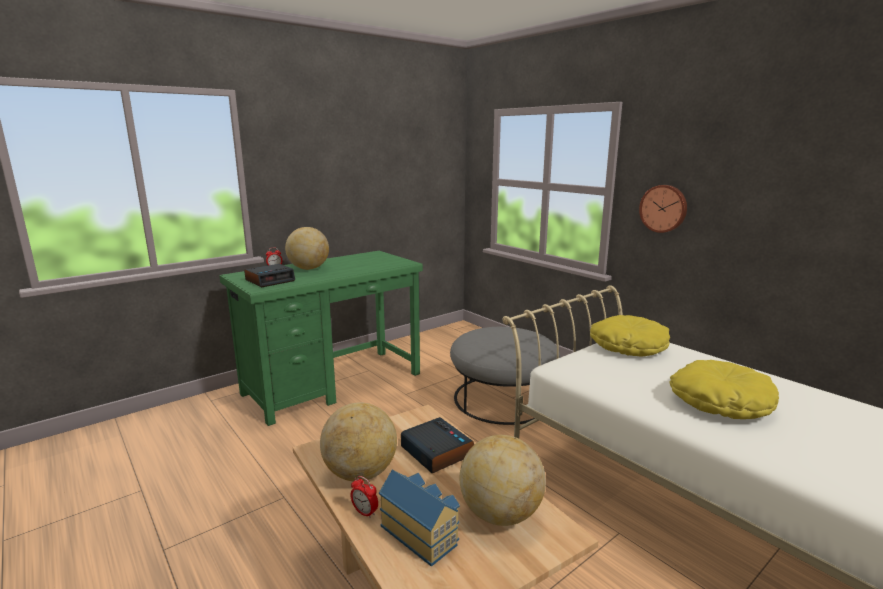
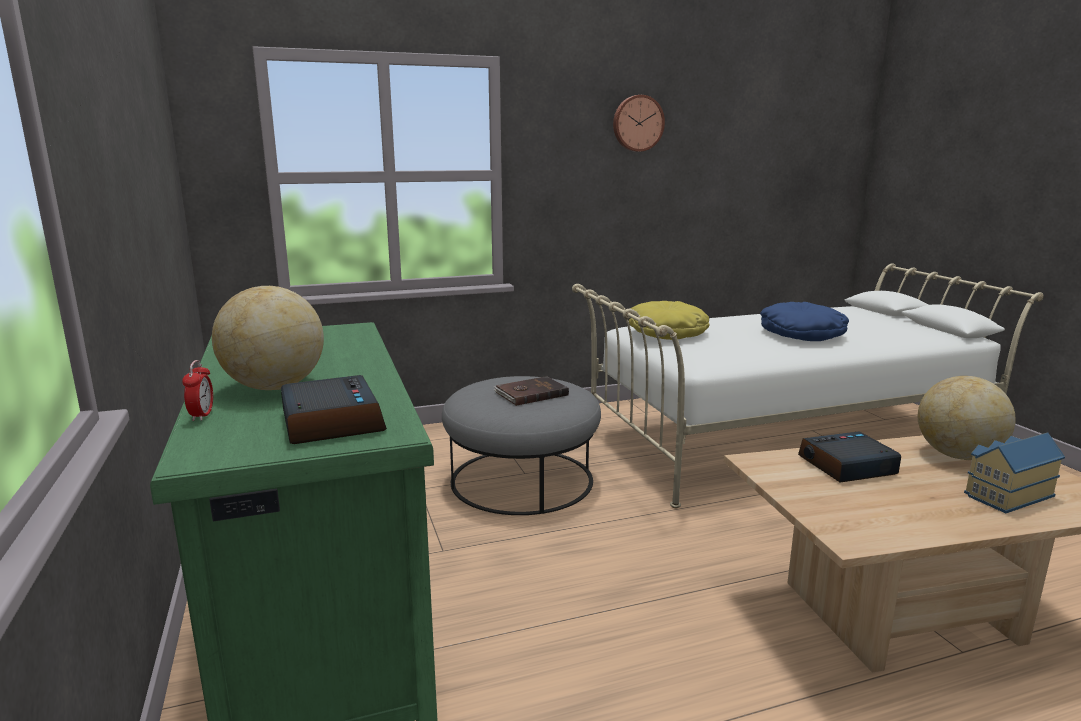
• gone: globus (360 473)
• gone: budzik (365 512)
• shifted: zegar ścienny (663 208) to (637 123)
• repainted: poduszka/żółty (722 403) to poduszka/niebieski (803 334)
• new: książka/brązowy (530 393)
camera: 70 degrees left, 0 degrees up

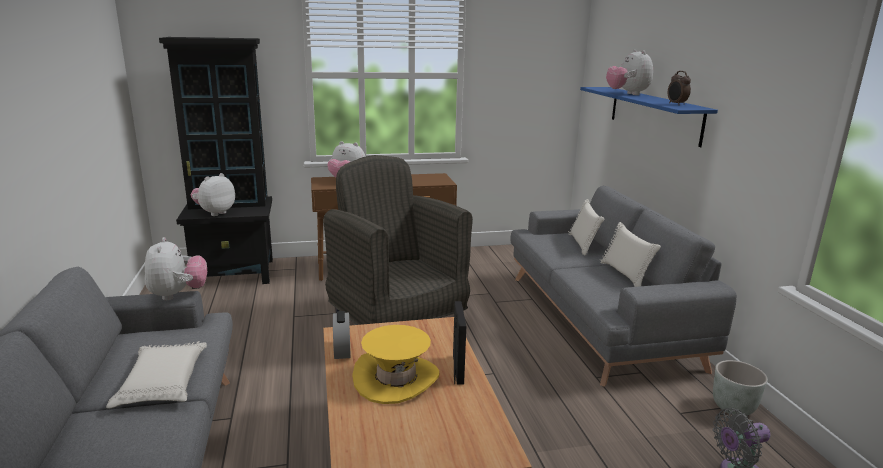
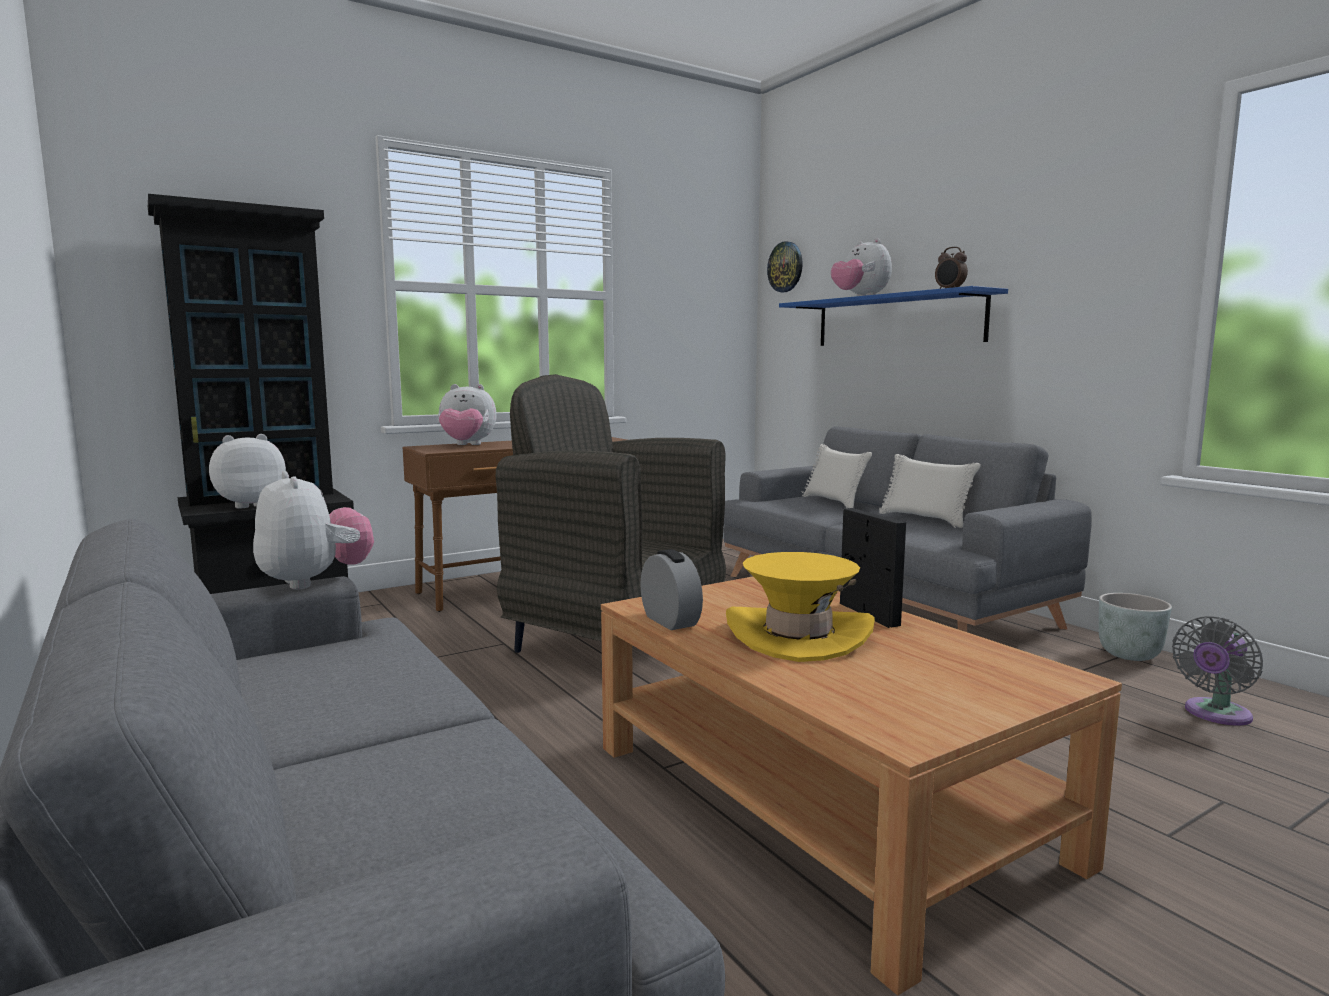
• gone: poduszka/biały (162 380)
• rotated: pluszak (215 213) = (250 505) 45 degrees clockwise
• new: zegar ścienny (785 267)
camera: 20 degrees left, 10 degrees down

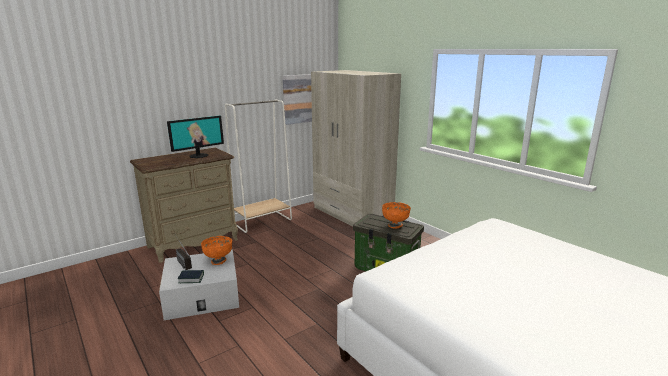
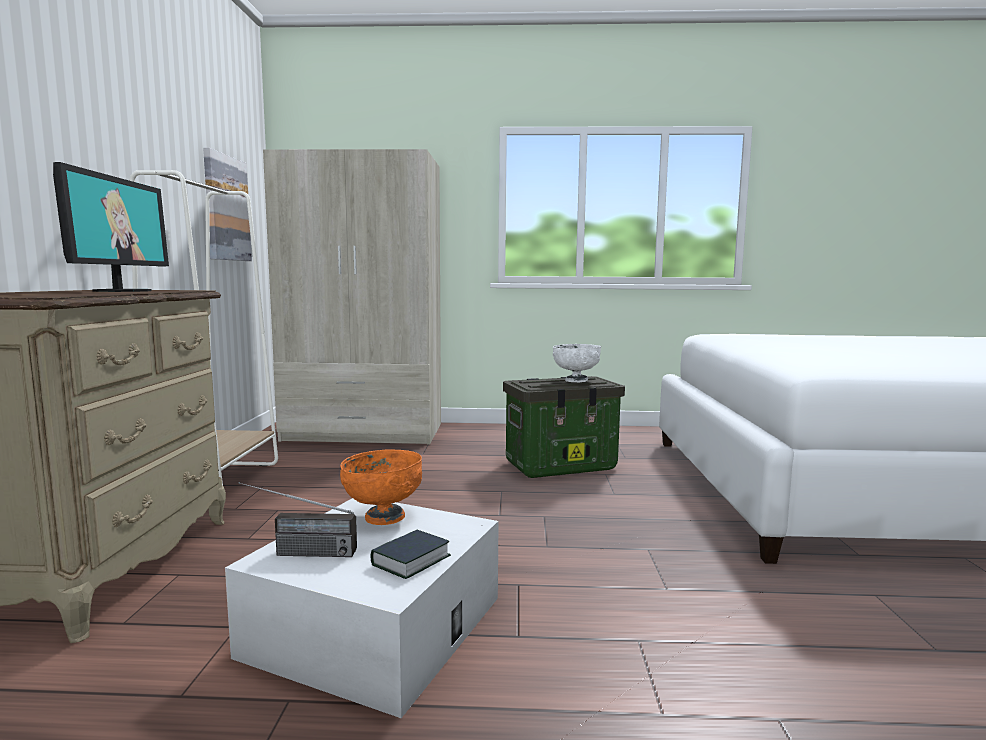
• repainted: miska/pomarańczowy (395 225) to miska/biały (576 380)
camera: 50 degrees left, 10 degrees down

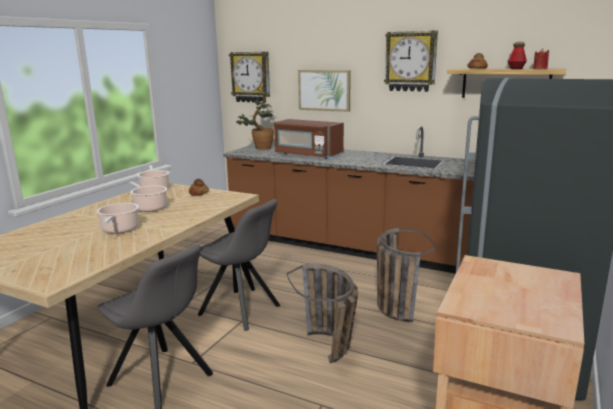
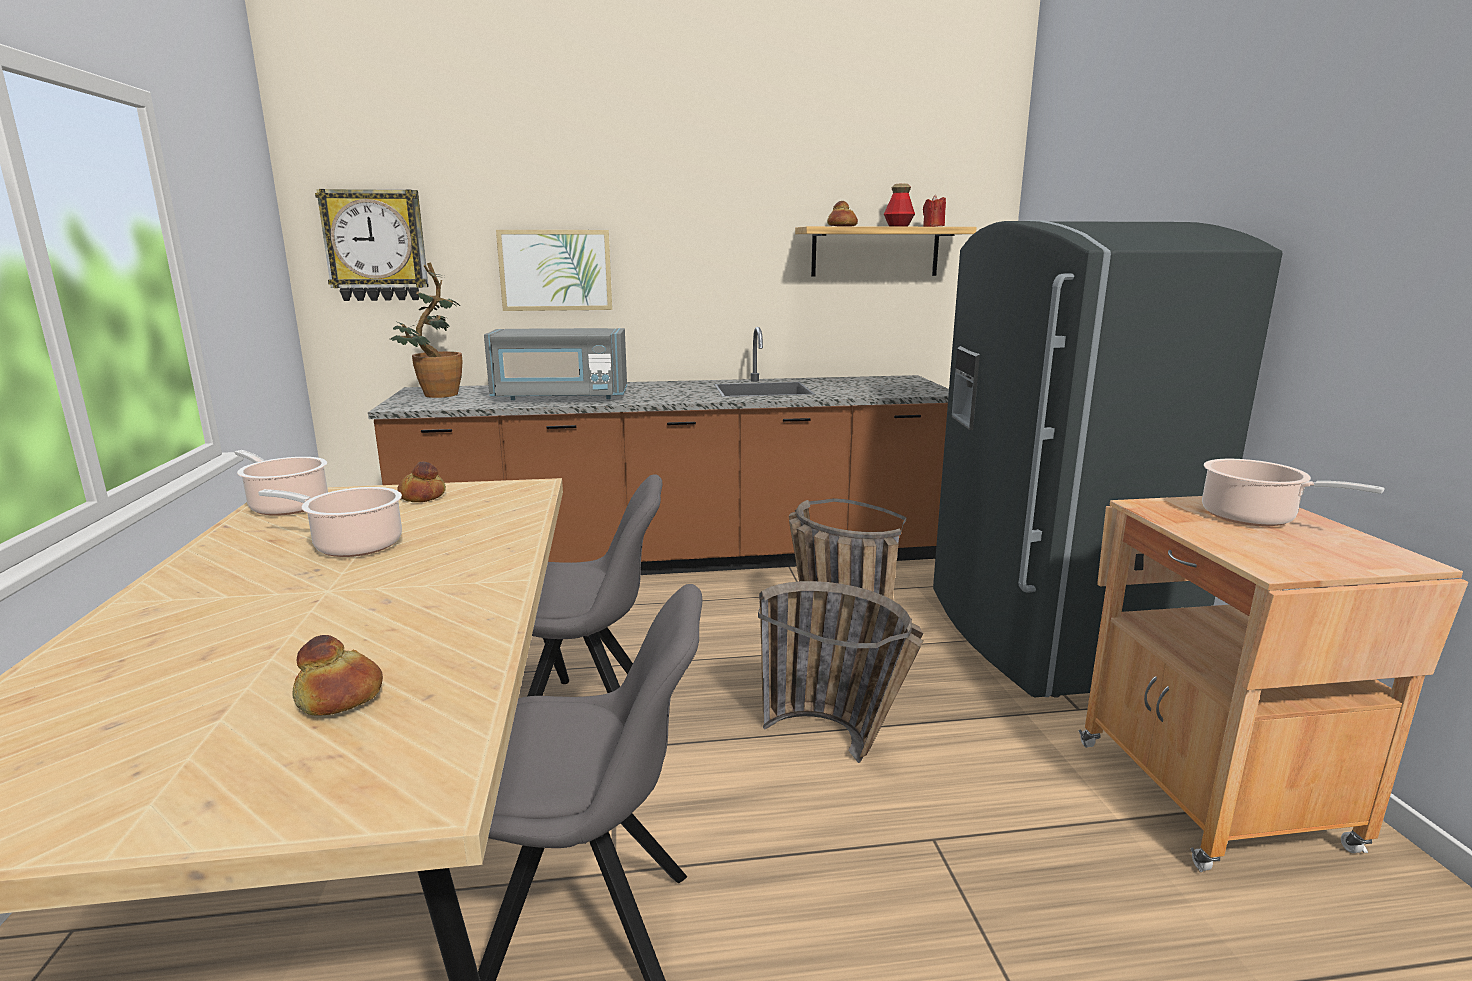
• shifted: garnek (119 230) to (1254 518)
• repainted: mikrofalówka/brązowy (307 155) to mikrofalówka/szary (560 397)
• gone: zegar ścienny (410 61)
• new: chleb (339 698)
camera: 35 degrees left, 0 degrees up

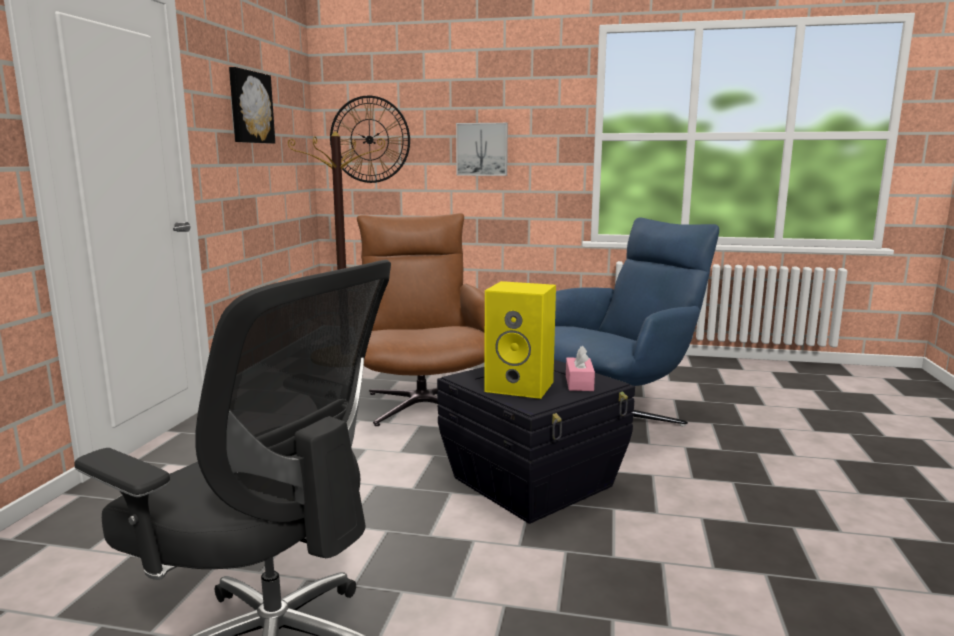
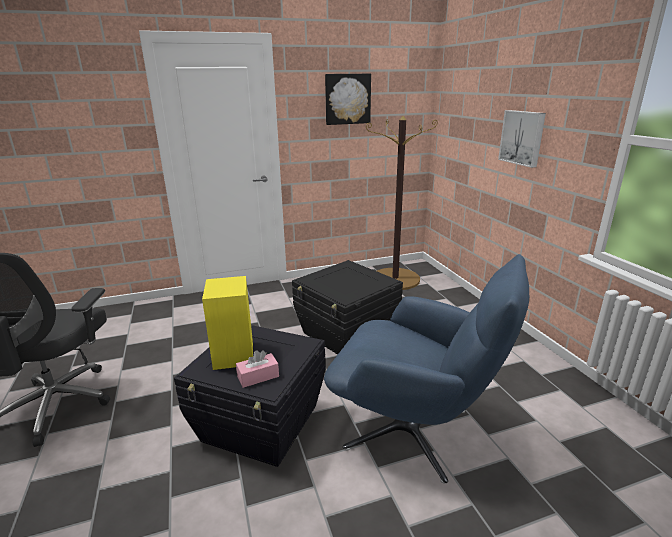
• gone: zegar ścienny (369 139)
• swapped: fotel/brązowy (422 404) to pojemnik do przechowywania/czarny (347 334)
camera: 60 degrees right, 10 degrees up

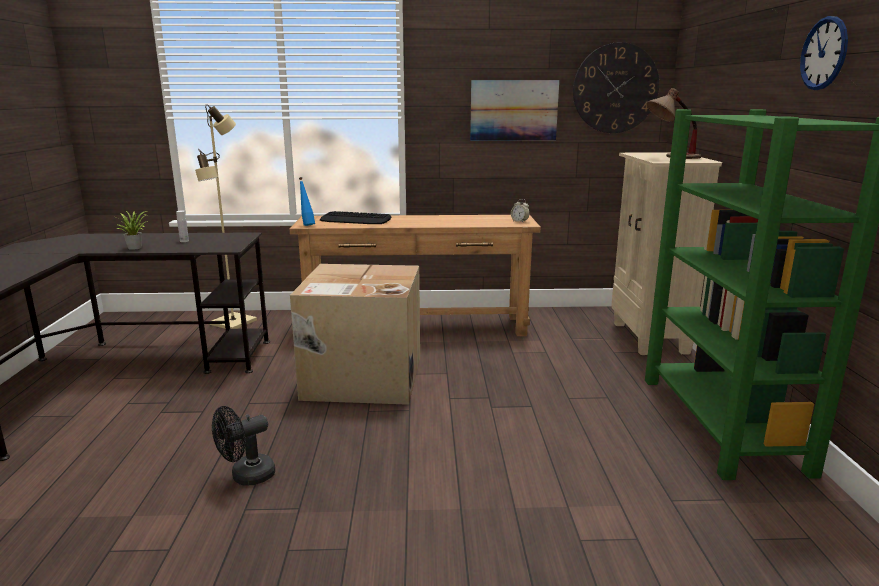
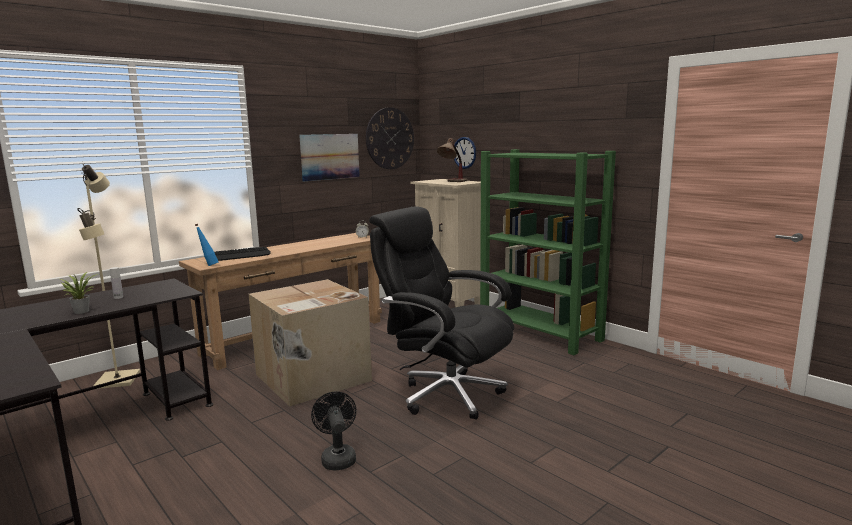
• rotated: wentylator/czarny (246 477) = (337 457) 150 degrees clockwise
• shifted: zegar ścienny (824 53) to (464 152)
• new: krzesło biurowe/czarny (445 394)
camera: 40 degrees left, 5 degrees down

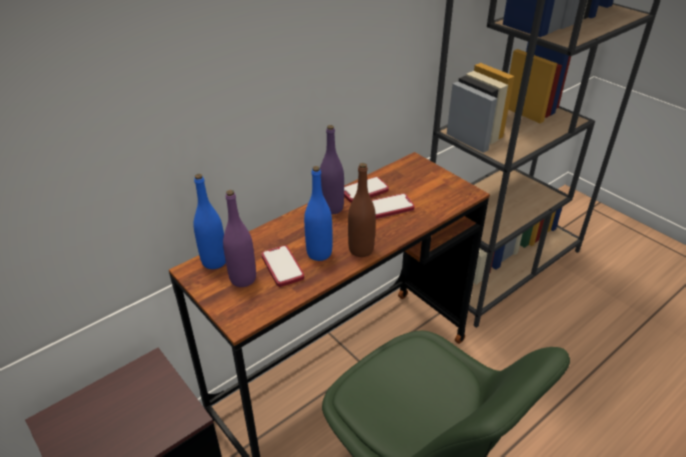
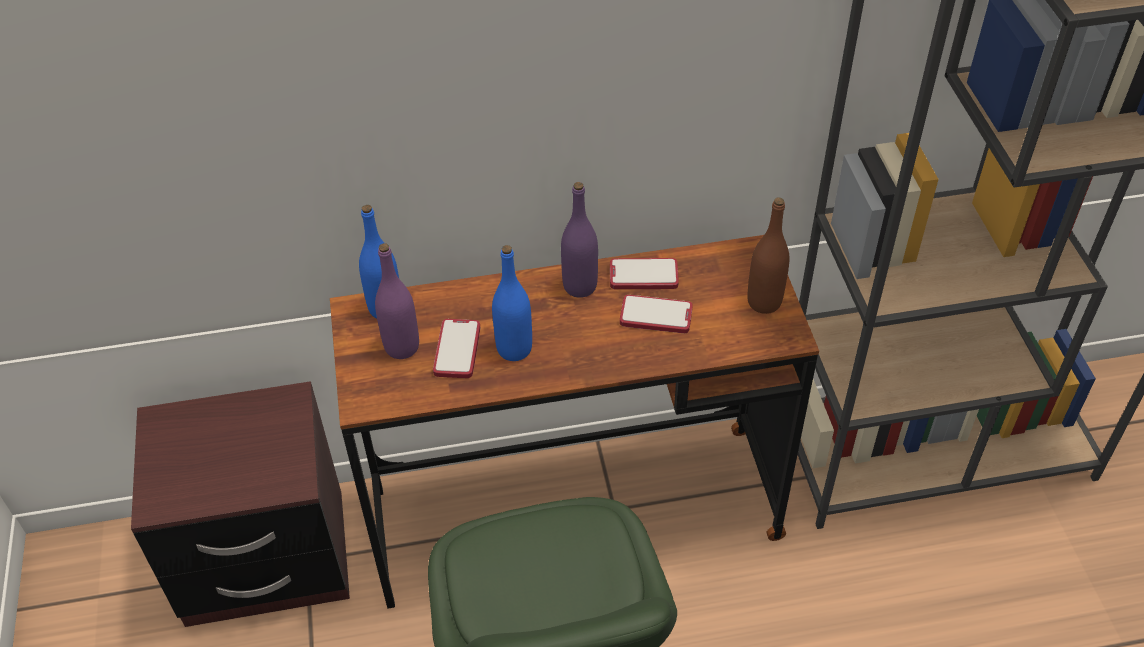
• shifted: butelka/brązowy (361 249) to (764 302)
camera: 30 degrees right, 10 degrees up

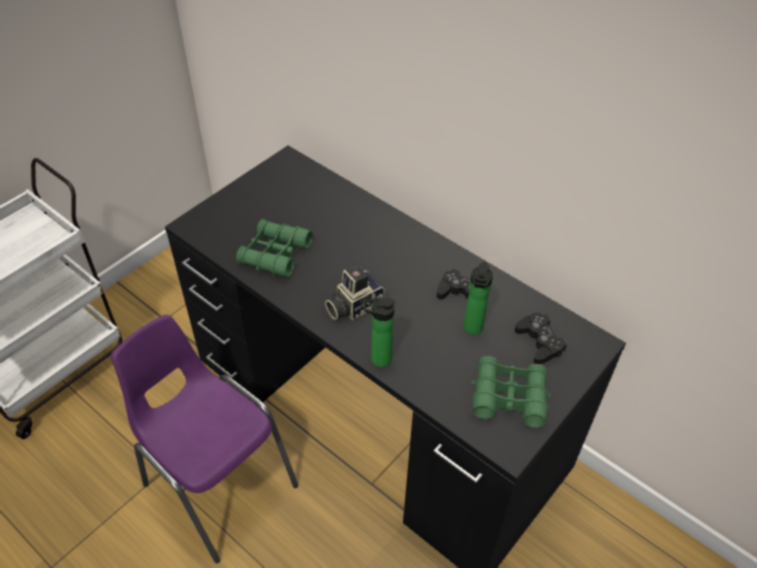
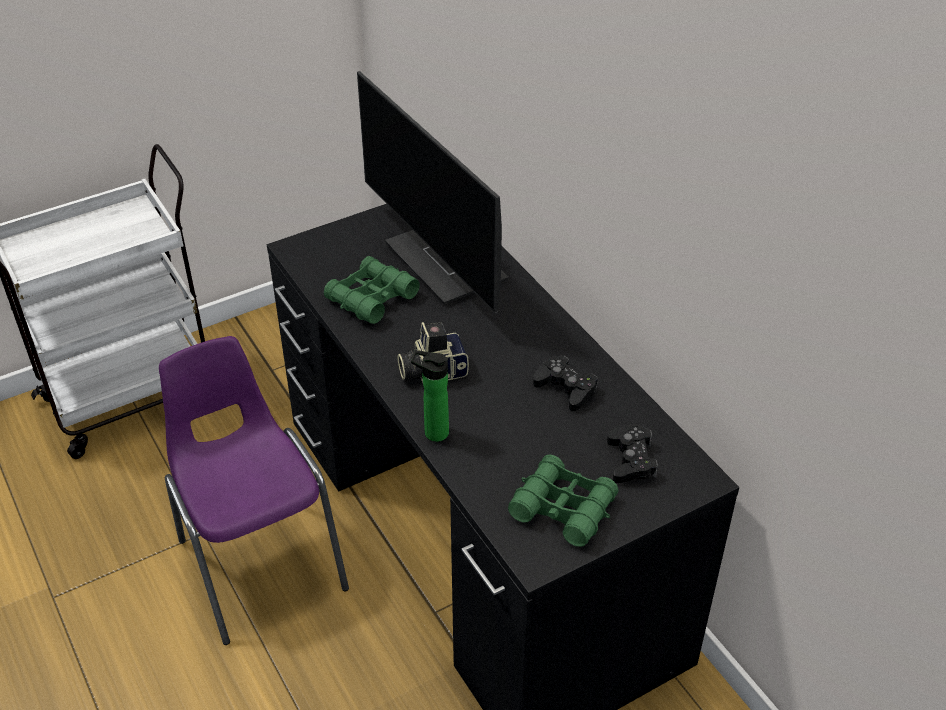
• gone: butelka (472 329)
• new: monitor (447 263)
camera: 20 degrees right, 5 degrees down

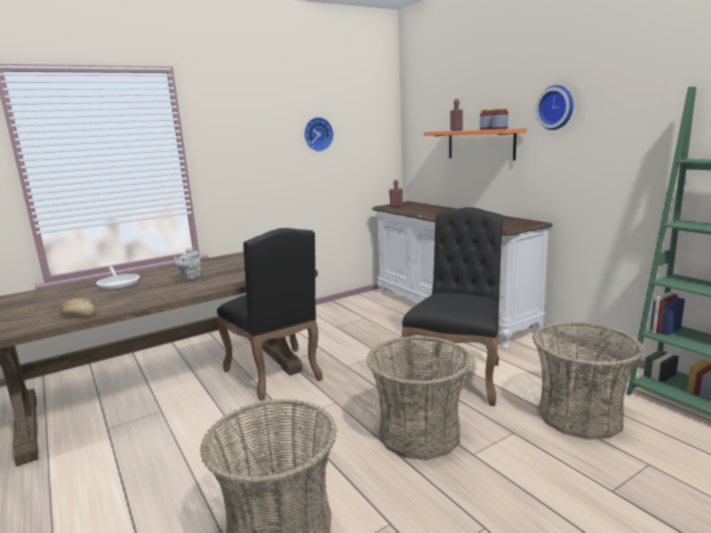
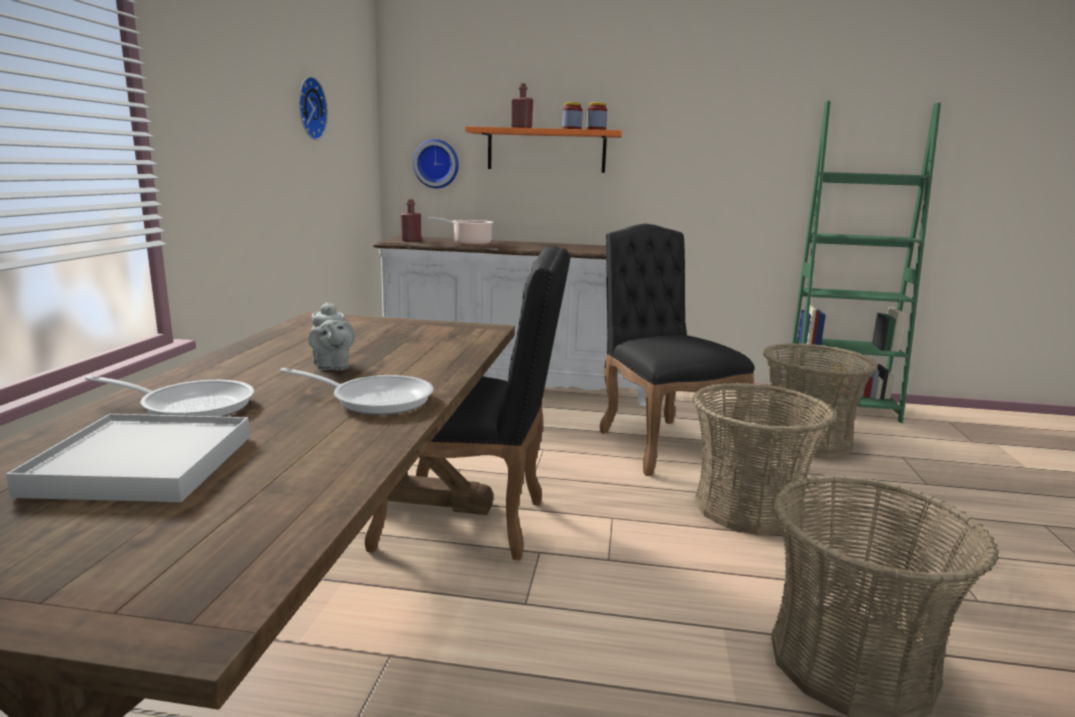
• gone: chleb (79 316)
• shifted: zegar ścienny (556 107) to (437 164)
• new: taca/biały (144 464)
• new: patelnia (375 399)
• new: garnek (469 243)
camera: 50 degrees left, 0 degrees up

